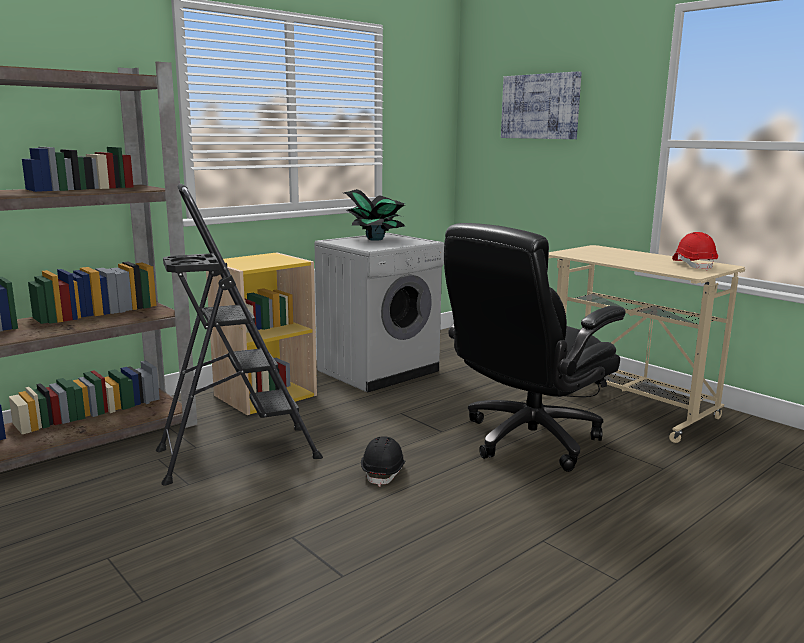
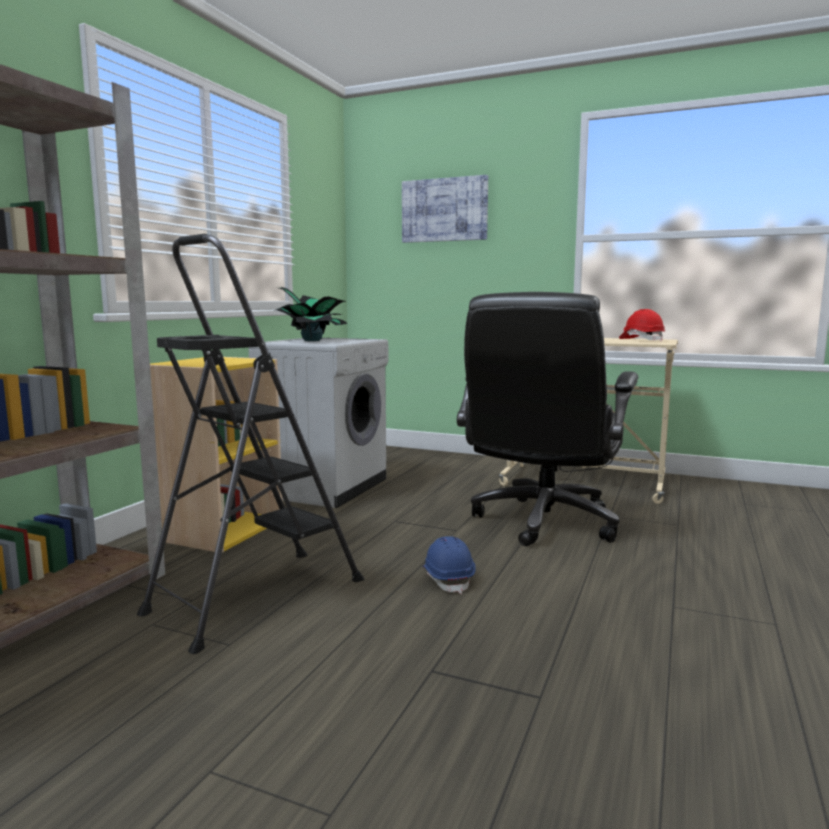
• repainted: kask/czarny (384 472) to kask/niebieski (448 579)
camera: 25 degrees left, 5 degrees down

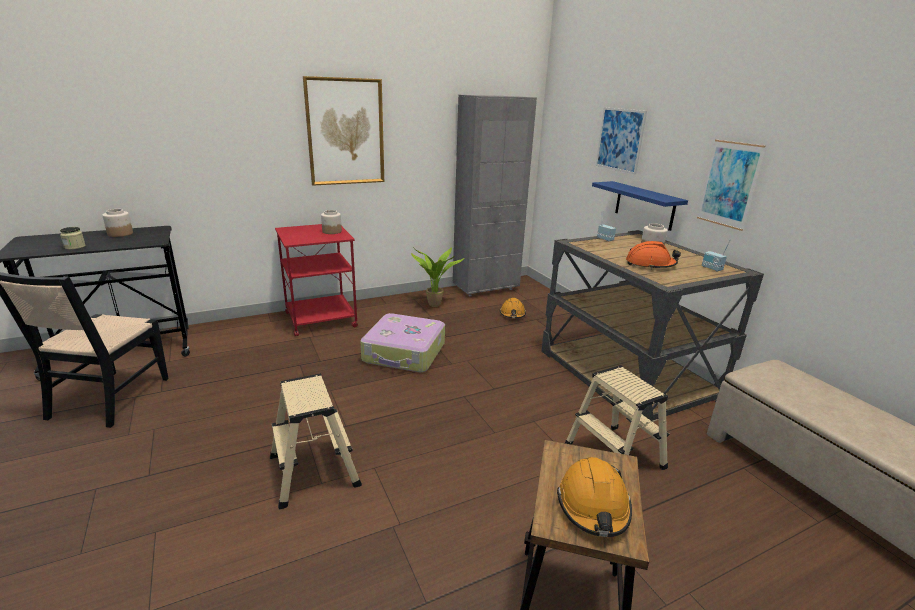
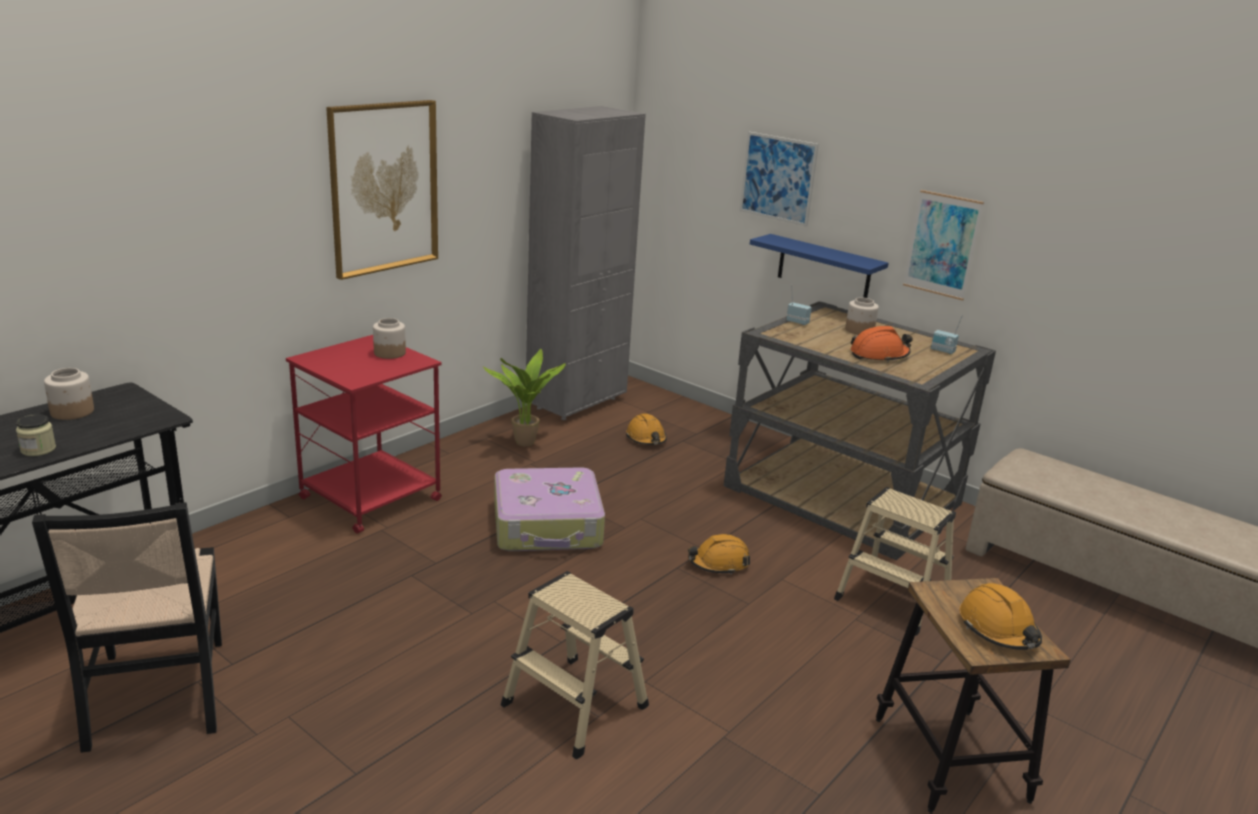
• new: kask/pomarańczowy (718 563)
camera: 25 degrees left, 0 degrees up

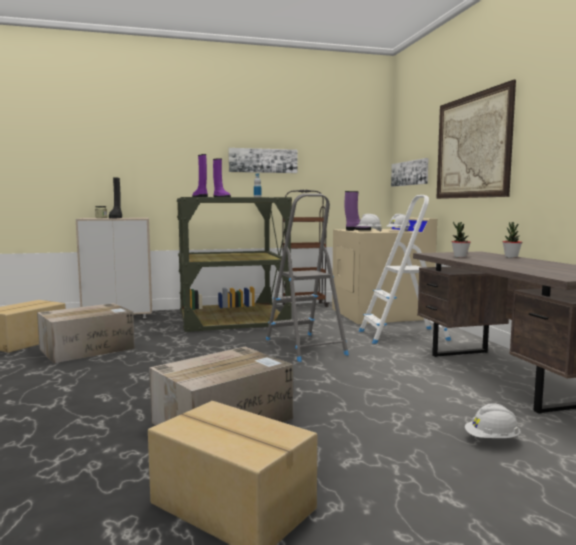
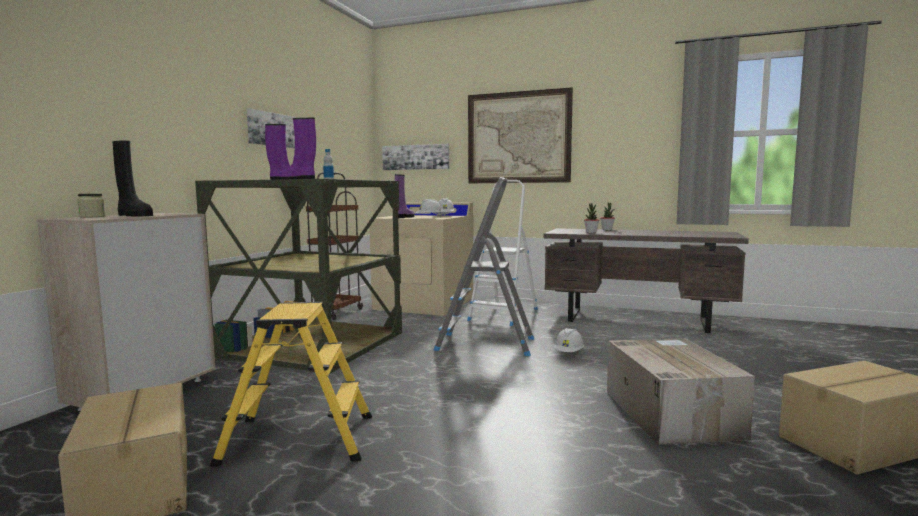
• swapped: karton (88 348) to drabinka/żółty (298 439)
• shifted: kask/biały (492 440) to (569 353)
camera: 55 degrees left, 0 degrees up

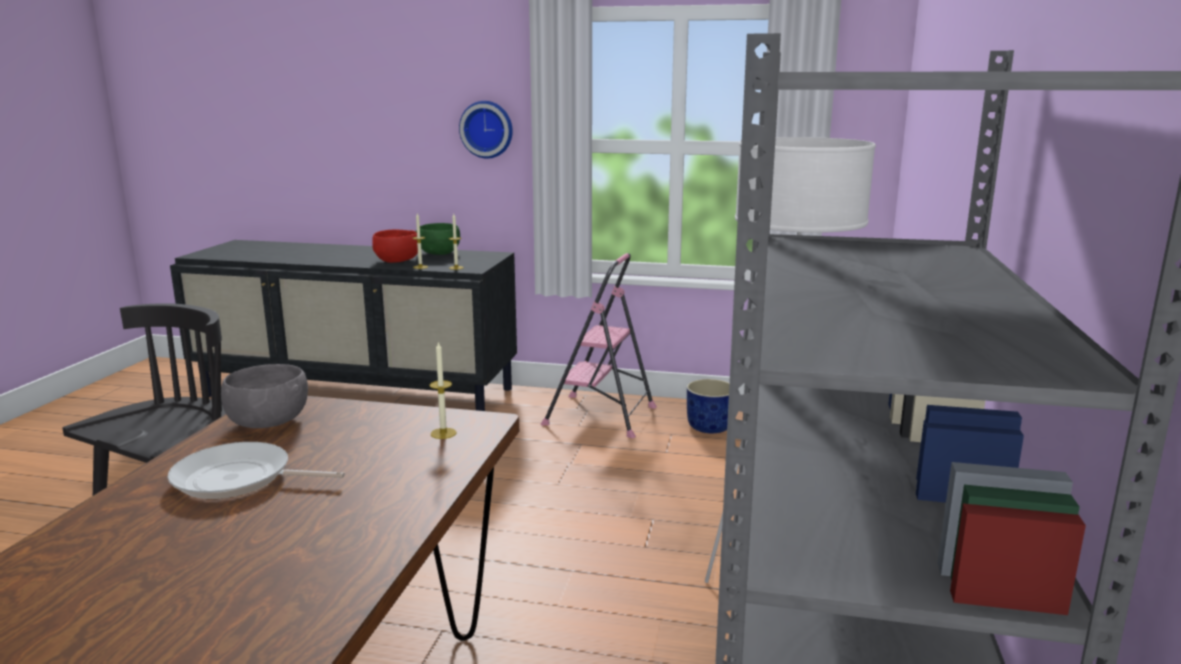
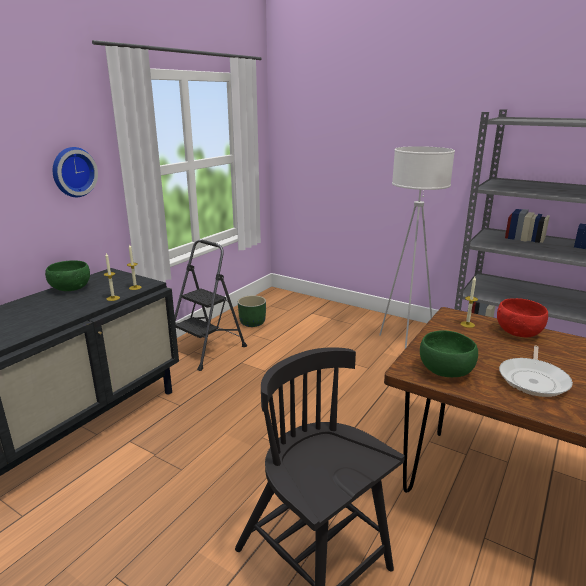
• repainted: miska/szary (268 423) to miska/zielony (446 371)
• shifted: miska/czerwony (397 261) to (518 332)
• repainted: drabinka/różowy (603 416) to drabinka/czarny (207 348)
• repainted: donica/niebieski (709 427) to donica/zielony (252 323)
camera: 70 degrees left, 5 degrees up

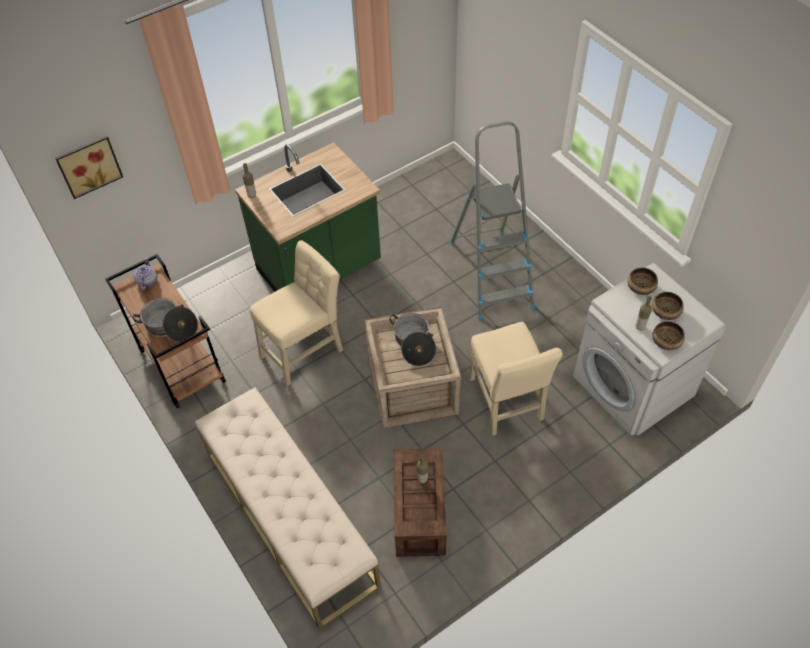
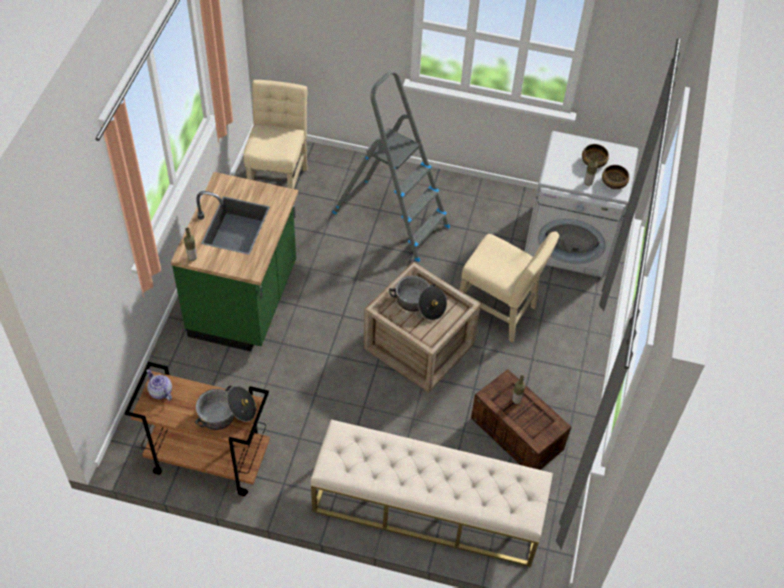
• gone: obraz (88 165)
• shifted: krzesło/beżowy (304 350) to (278 184)
• gone: miska (641 287)
camera: 45 degrees left, 0 degrees up

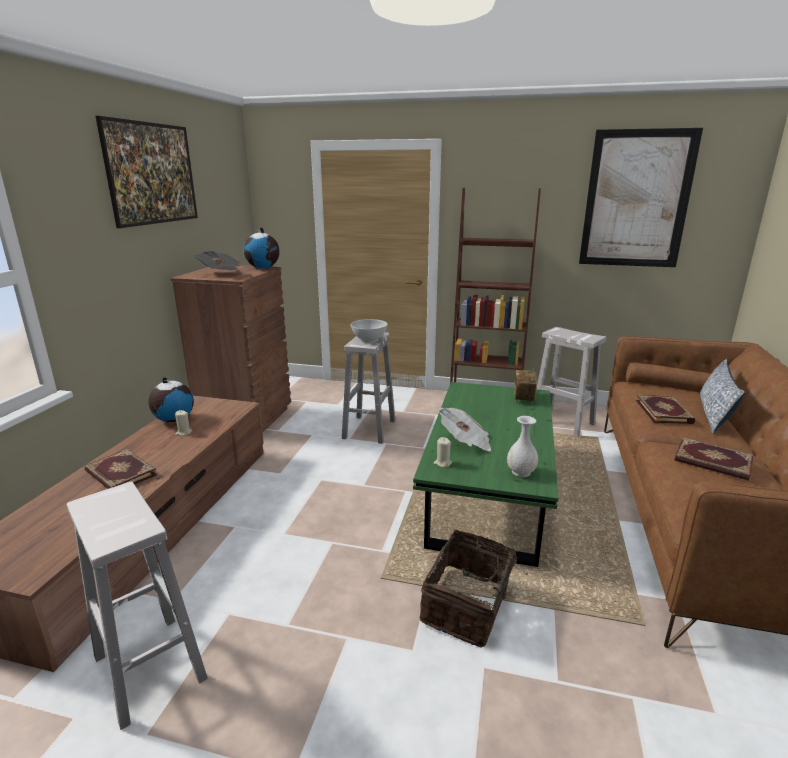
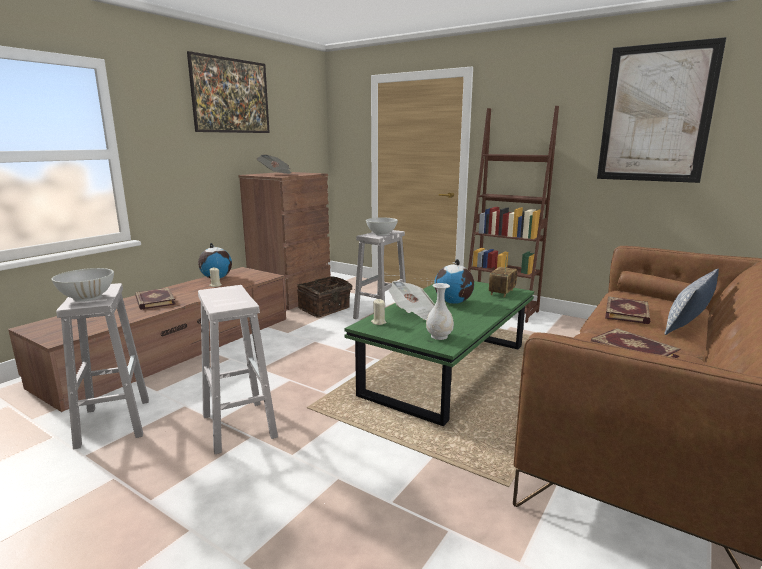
• shifted: globus (263 268) to (453 302)
• shifted: koszyk (468 606) to (325 309)
• shifted: stołek/biały (561 422) to (238 425)
• new: miska/biały (87 297)
camera: 20 degrees right, 5 degrees down

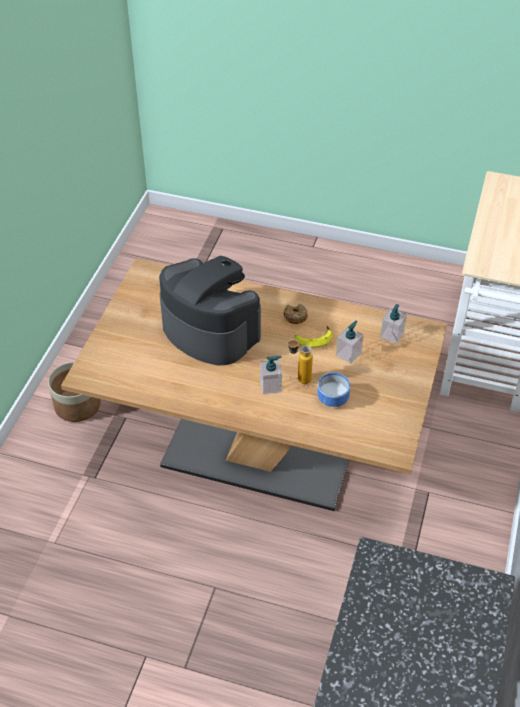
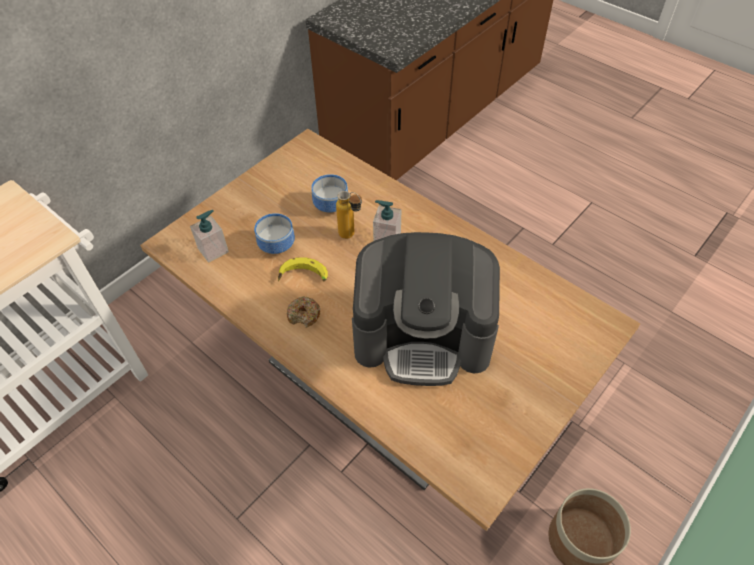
• rotated: ekspres do kawy (210 330) = (423 334) 60 degrees counterclockwise
• swapped: dozownik mydła (348 354) to miska (278 245)
camera: 155 degrees left, 5 degrees up

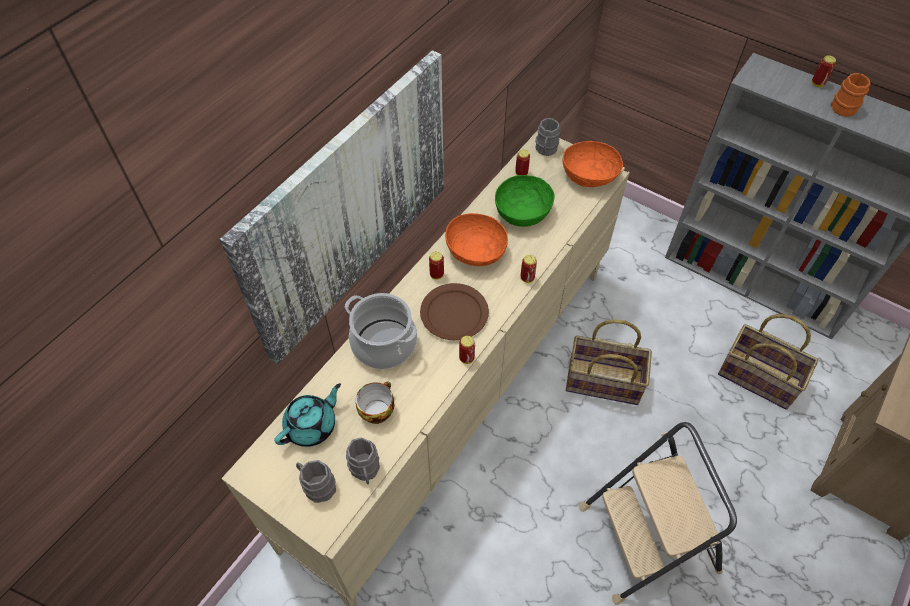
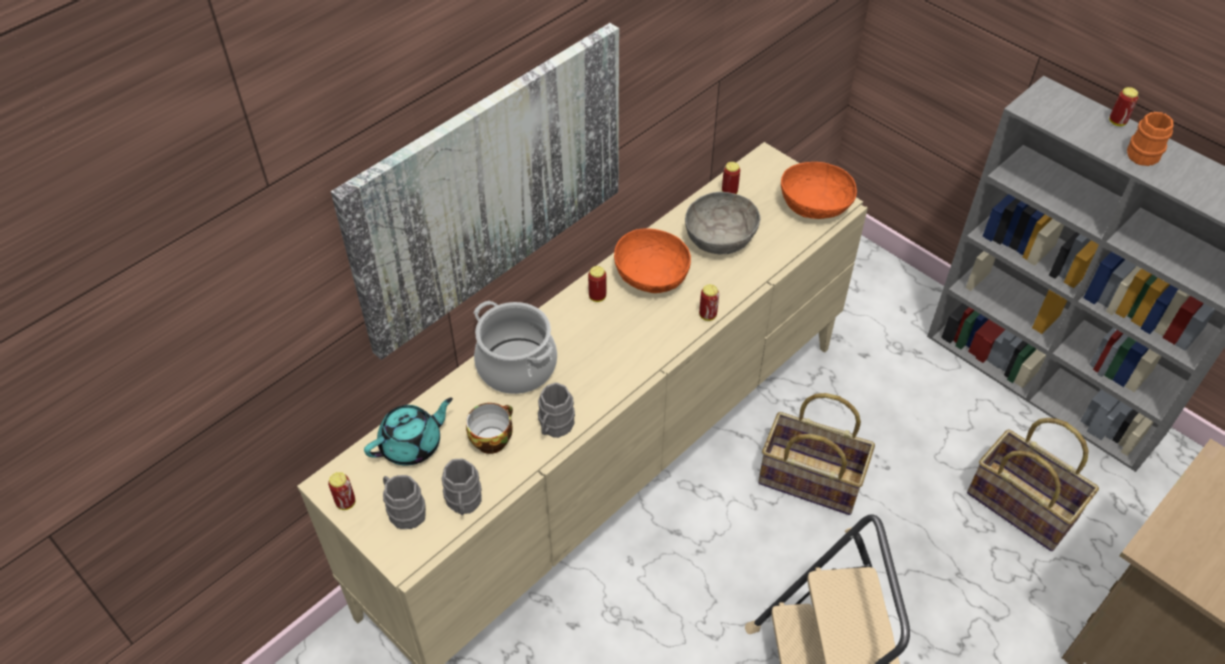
• gone: talerz/brązowy (454 314)
• shifted: puszka (466 358) to (346 502)
• repainted: miska/zielony (522 212) to miska/szary (720 238)
• shifted: kubek/szary (545 150) to (554 427)
camera: 10 degrees right, 5 degrees down

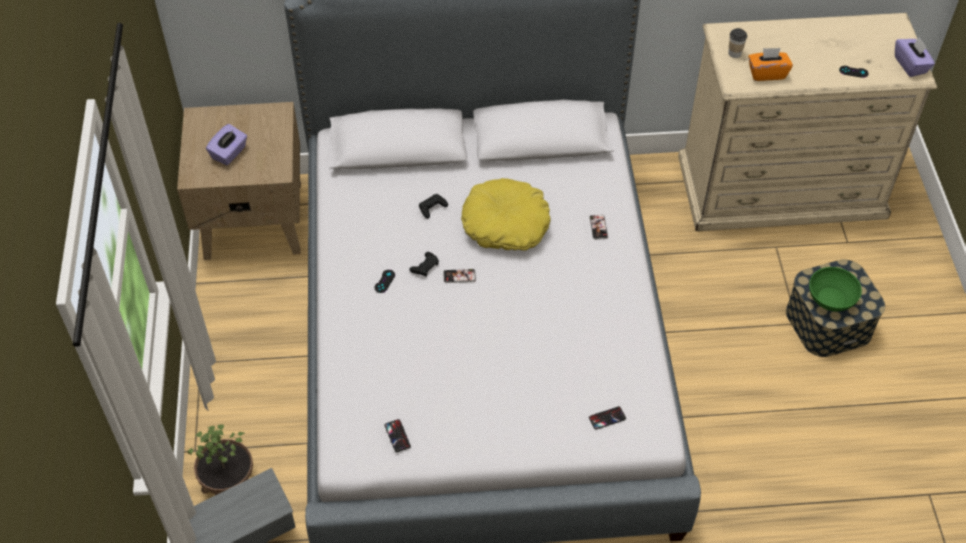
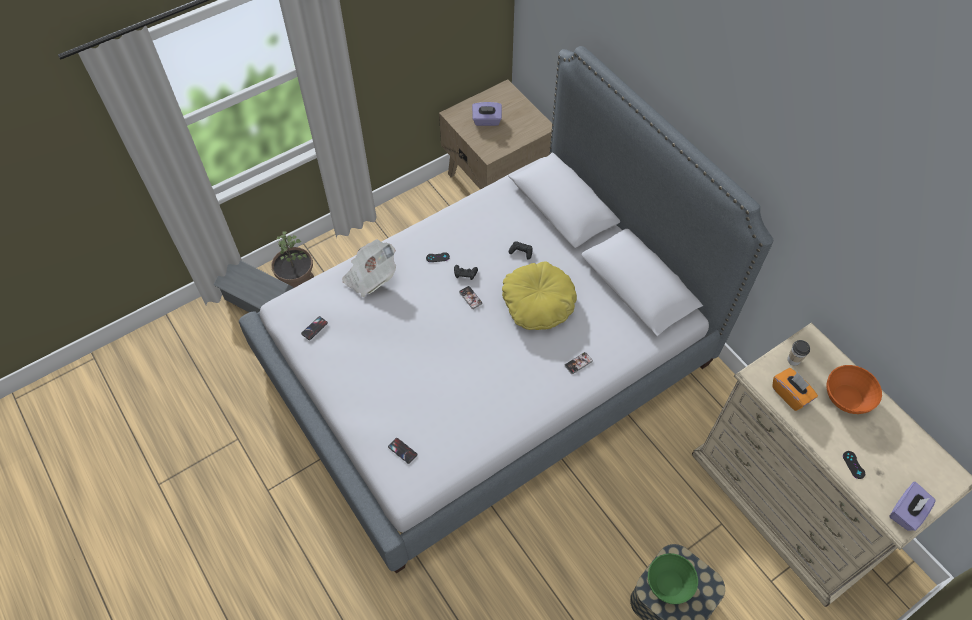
• new: gazeta (370 276)
• new: miska/pomarańczowy (847 398)
camera: 60 degrees right, 5 degrees up

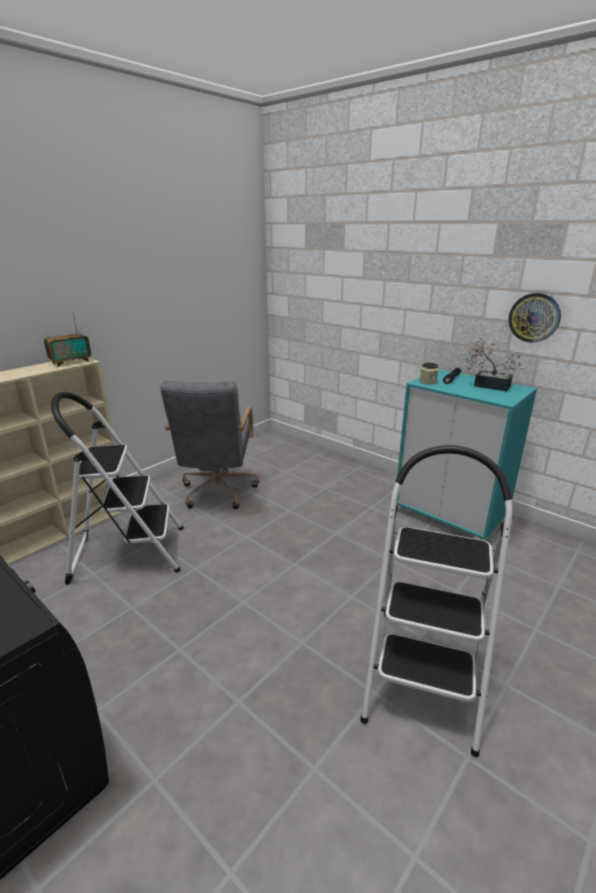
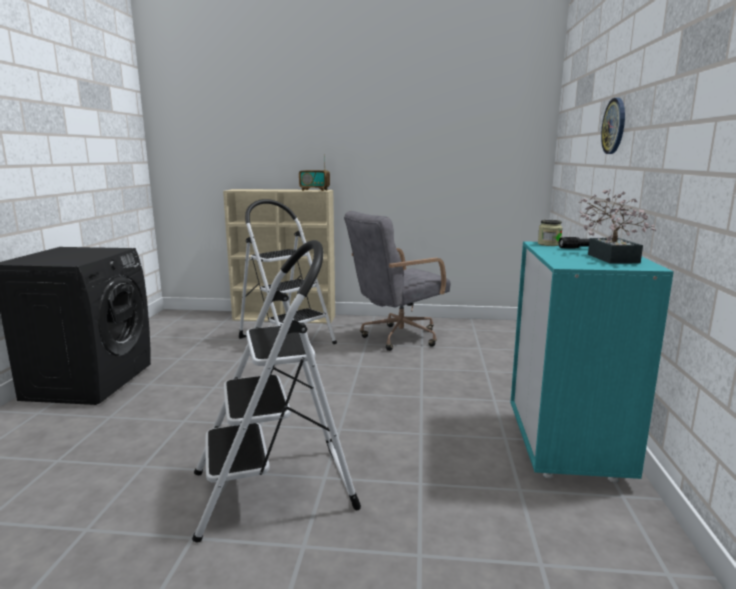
• shifted: zegar ścienny (534 317) to (614 126)
camera: 55 degrees right, 10 degrees down

